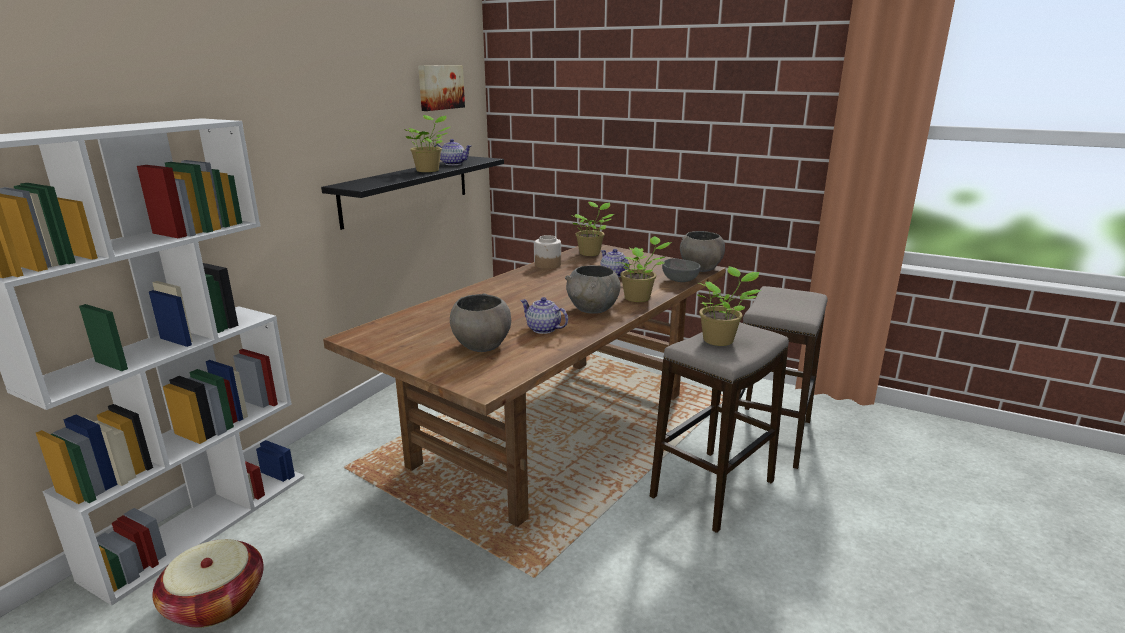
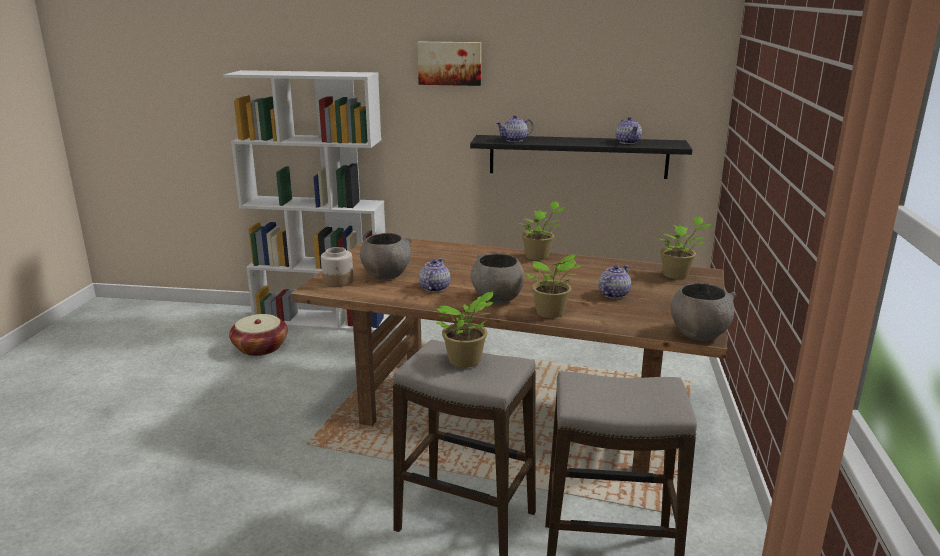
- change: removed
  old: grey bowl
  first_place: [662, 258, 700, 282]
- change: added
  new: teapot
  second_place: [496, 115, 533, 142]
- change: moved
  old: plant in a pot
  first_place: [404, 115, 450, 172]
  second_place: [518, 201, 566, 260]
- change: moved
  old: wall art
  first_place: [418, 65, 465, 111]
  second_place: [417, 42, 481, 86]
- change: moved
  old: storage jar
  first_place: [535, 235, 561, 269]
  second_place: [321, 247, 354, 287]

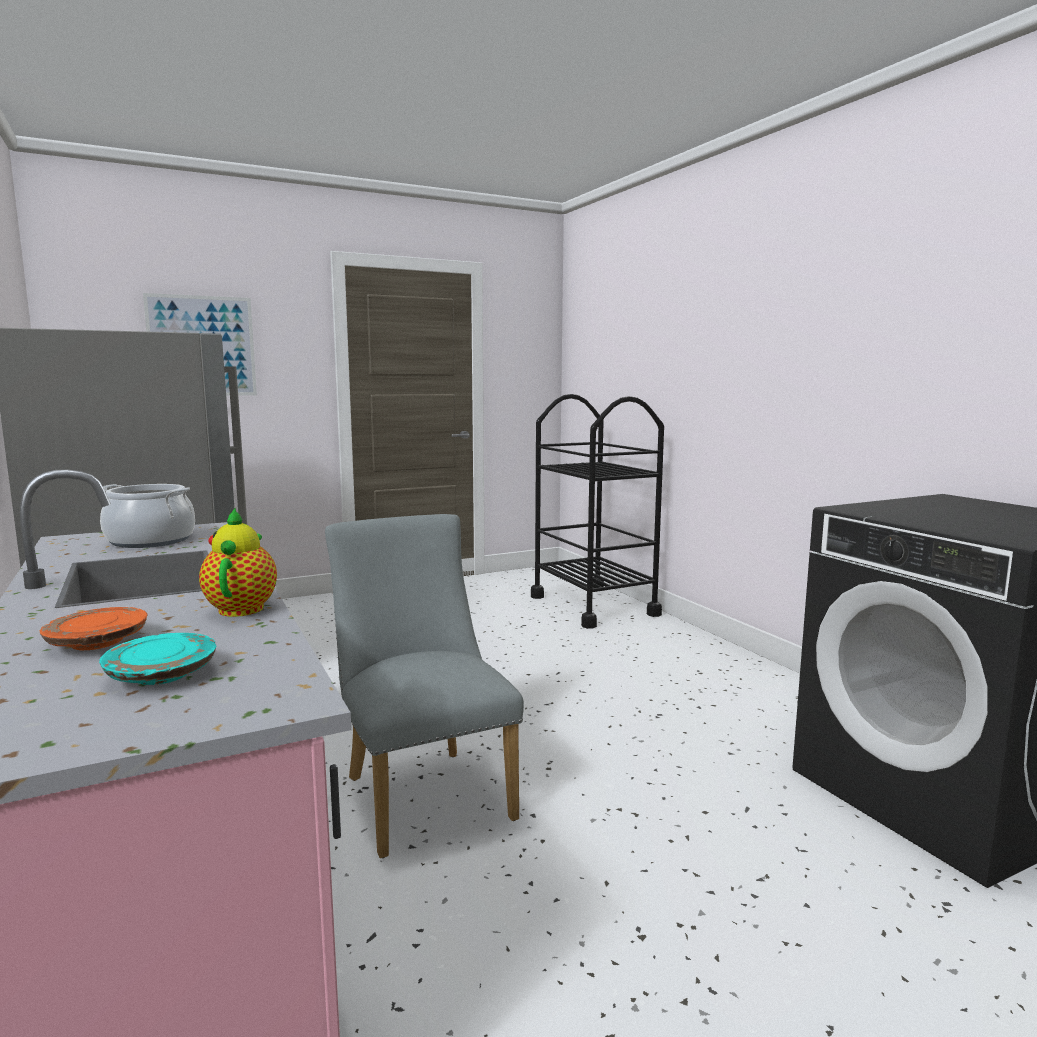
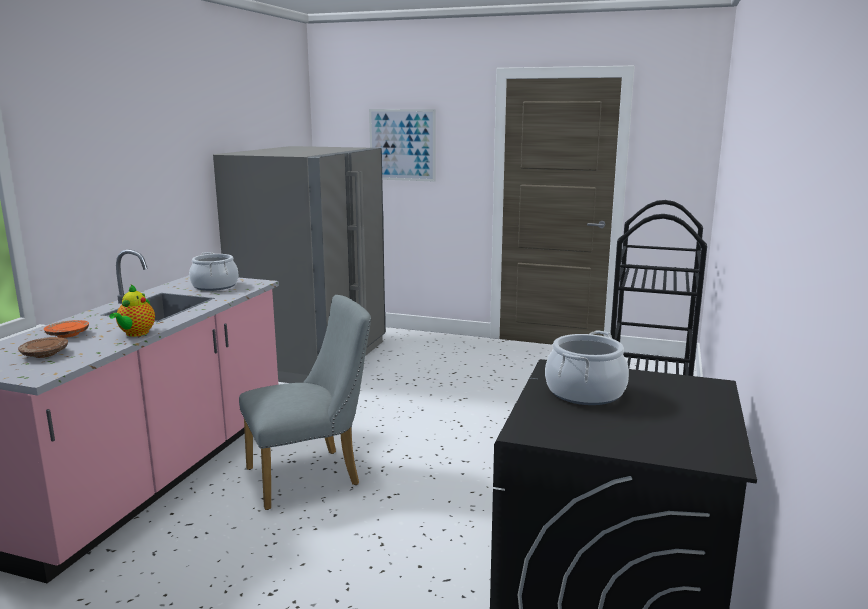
- change: added
  new: saucepot
  second_place: [545, 330, 629, 405]
- change: recoloured
  old: blue-green plate
  new: brownish plate
  first_place: [99, 633, 216, 685]
  second_place: [18, 337, 68, 358]
- change: turned
  old: teapot
  first_place: [199, 508, 277, 617]
  second_place: [109, 285, 155, 337]
  degrees: 150
- change: turned
  old: grey plain chair
  first_place: [325, 514, 524, 858]
  second_place: [239, 295, 371, 510]
  degrees: 45

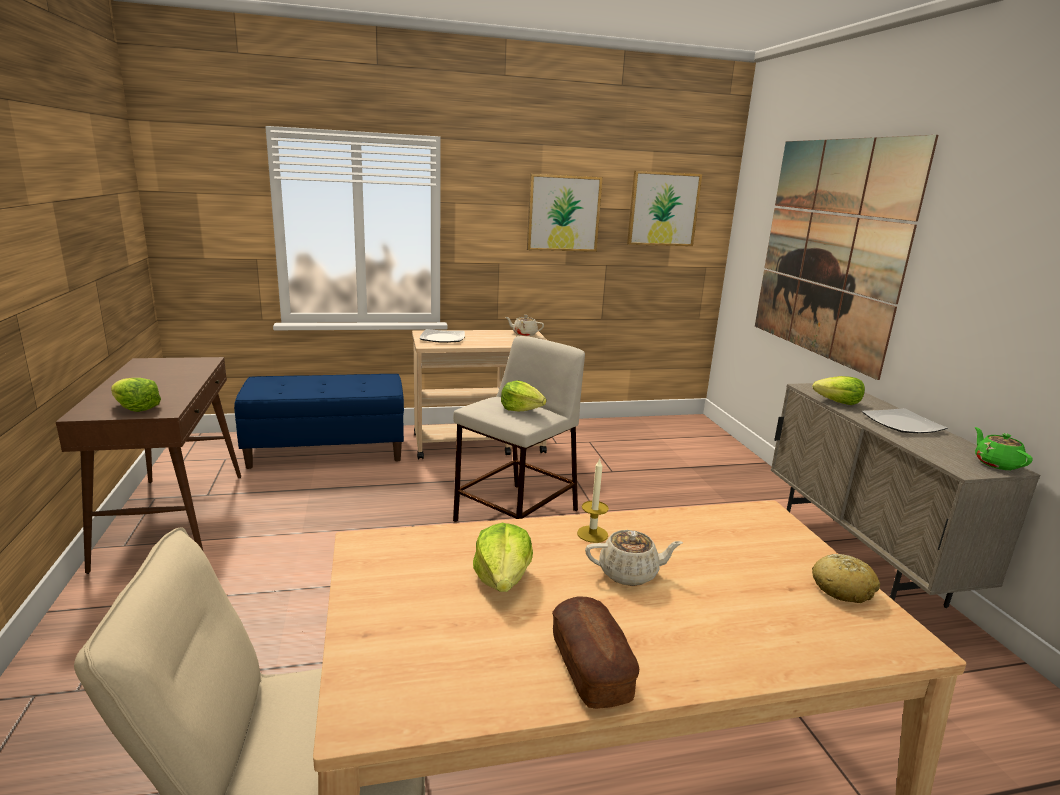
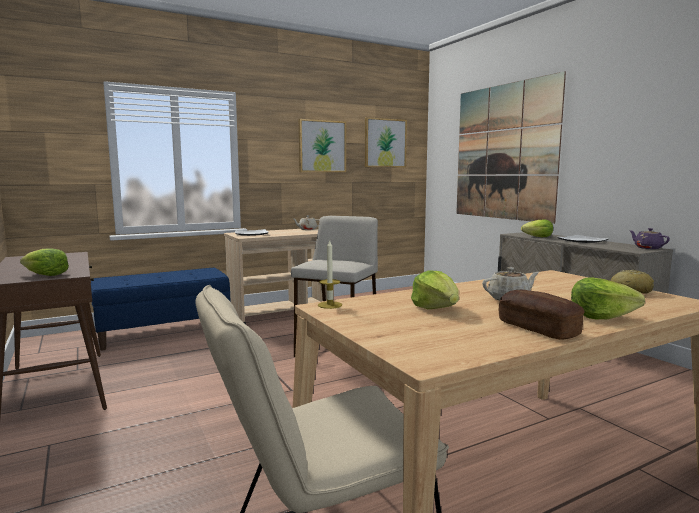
- change: moved
  old: lettuce
  first_place: [501, 380, 547, 412]
  second_place: [571, 277, 645, 320]
- change: moved
  old: wax candle
  first_place: [577, 459, 609, 543]
  second_place: [318, 239, 342, 309]
- change: recoloured
  old: green teapot
  new: purplish teapot
  first_place: [975, 427, 1032, 470]
  second_place: [629, 228, 670, 249]

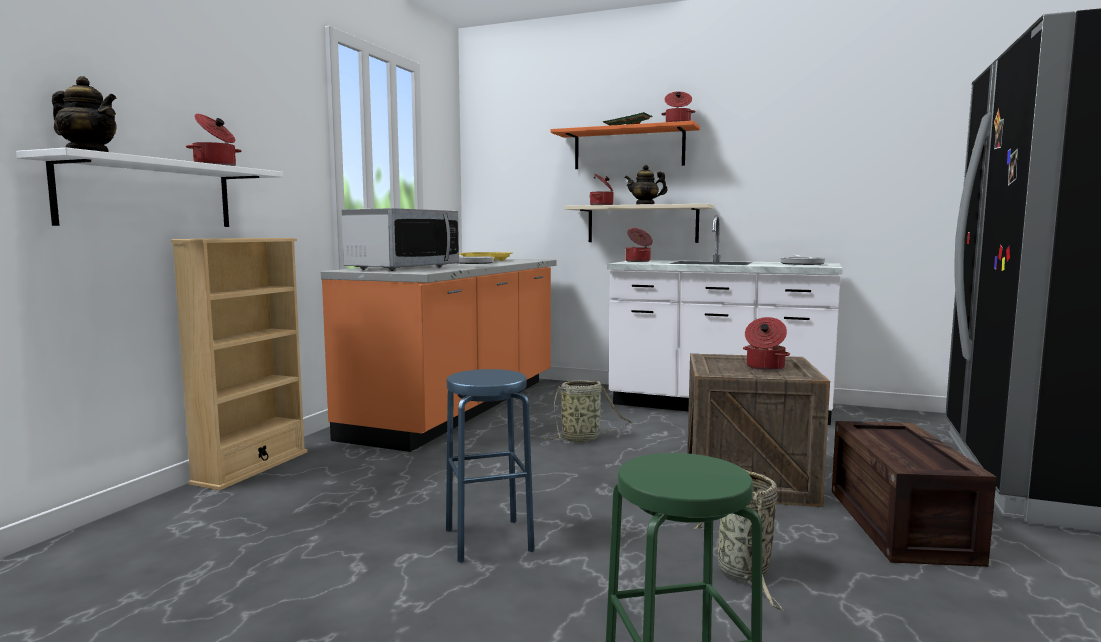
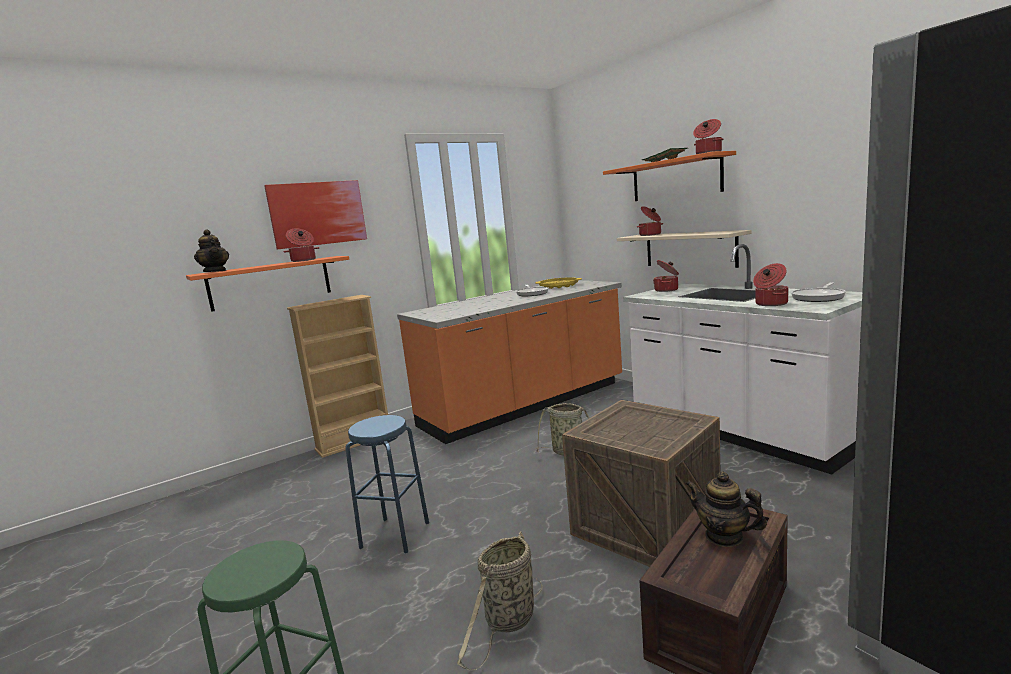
- change: removed
  old: kitchen microwave
  first_place: [341, 208, 459, 271]
- change: added
  new: wall art
  second_place: [264, 180, 367, 249]
- change: moved
  old: teapot
  first_place: [625, 165, 668, 204]
  second_place: [685, 472, 767, 547]
- change: moved
  old: saucepot
  first_place: [743, 317, 790, 370]
  second_place: [753, 263, 788, 306]
- change: recoloured
  old: white bracket shelf
  new: orange-coloured bracket shelf
  first_place: [16, 147, 283, 227]
  second_place: [186, 256, 349, 312]

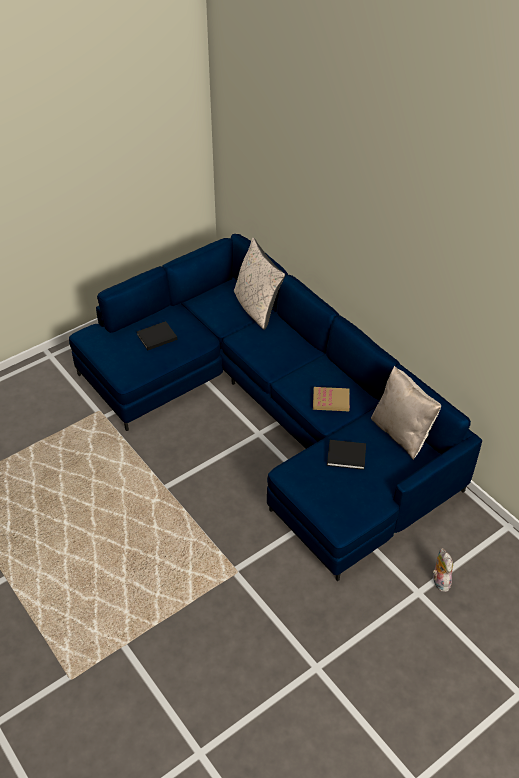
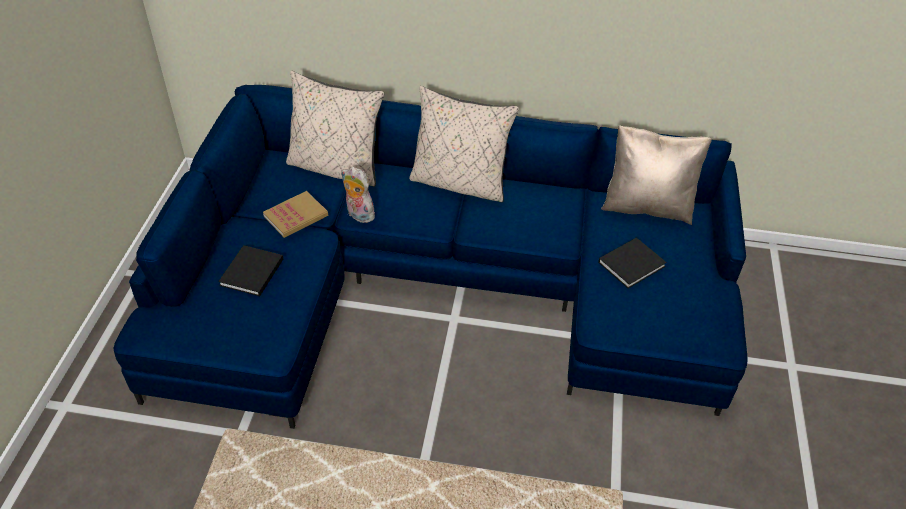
- change: added
  new: beige-coloured throw pillow
  second_place: [409, 86, 519, 202]
- change: moved
  old: book
  first_place: [313, 387, 350, 411]
  second_place: [263, 191, 328, 238]
- change: moved
  old: cuddly toy
  first_place: [433, 548, 453, 592]
  second_place: [341, 167, 376, 223]

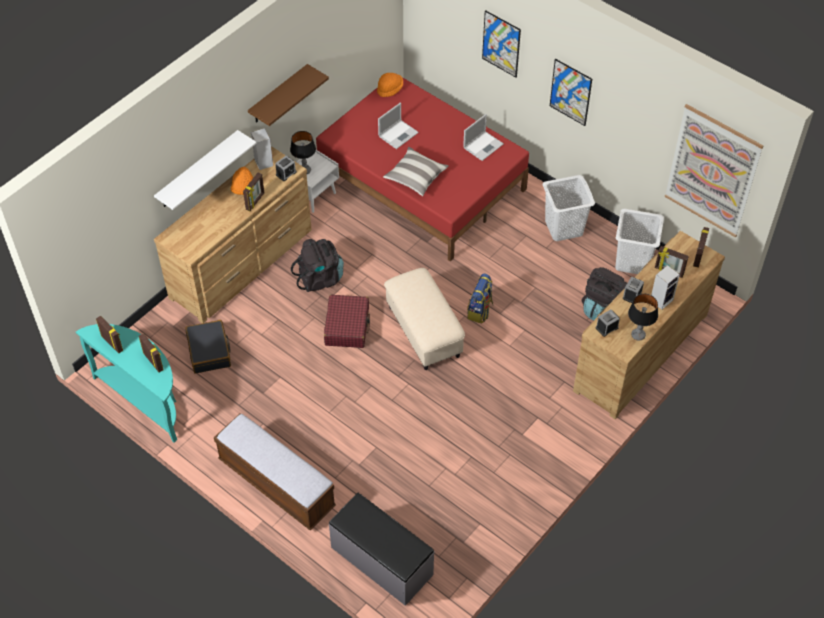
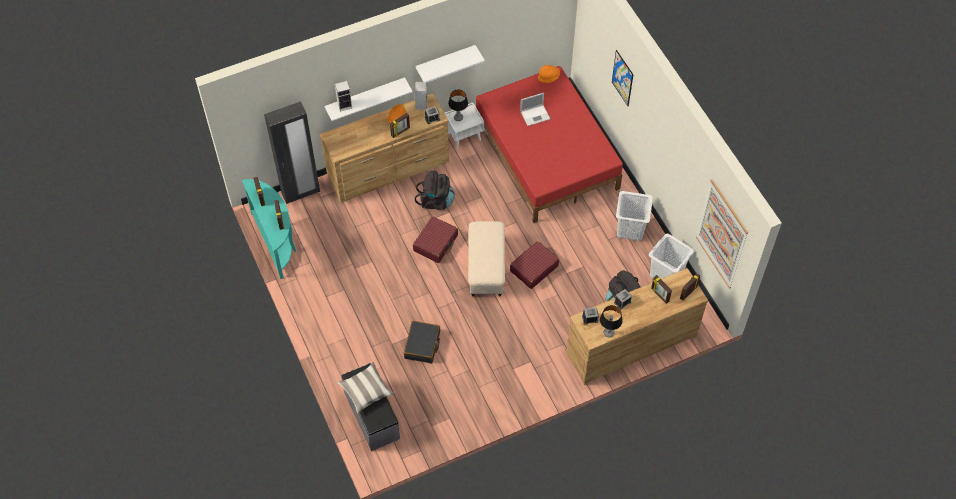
- change: removed
  old: indoor bench
  first_place: [214, 414, 336, 531]
- change: removed
  old: notebook computer
  first_place: [463, 114, 504, 161]
- change: removed
  old: wall art
  first_place: [550, 59, 592, 126]
- change: added
  new: black-coloured clothes cupboard
  second_place: [264, 101, 320, 204]
- change: moved
  old: black-coloured travel case
  first_place: [185, 320, 231, 374]
  second_place: [404, 321, 440, 364]
- change: moved
  old: throw pillow
  first_place: [383, 147, 449, 196]
  second_place: [338, 362, 394, 414]
- change: moved
  old: audio speaker
  first_place: [651, 265, 680, 310]
  second_place: [335, 81, 352, 112]
- change: replaced
  old: rucksack
  new: red travel case
  first_place: [467, 274, 493, 324]
  second_place: [510, 241, 559, 289]
- change: recoloured
  old: brownish bracket shelf
  new: white bracket shelf
  first_place: [248, 64, 329, 126]
  second_place: [415, 45, 485, 83]

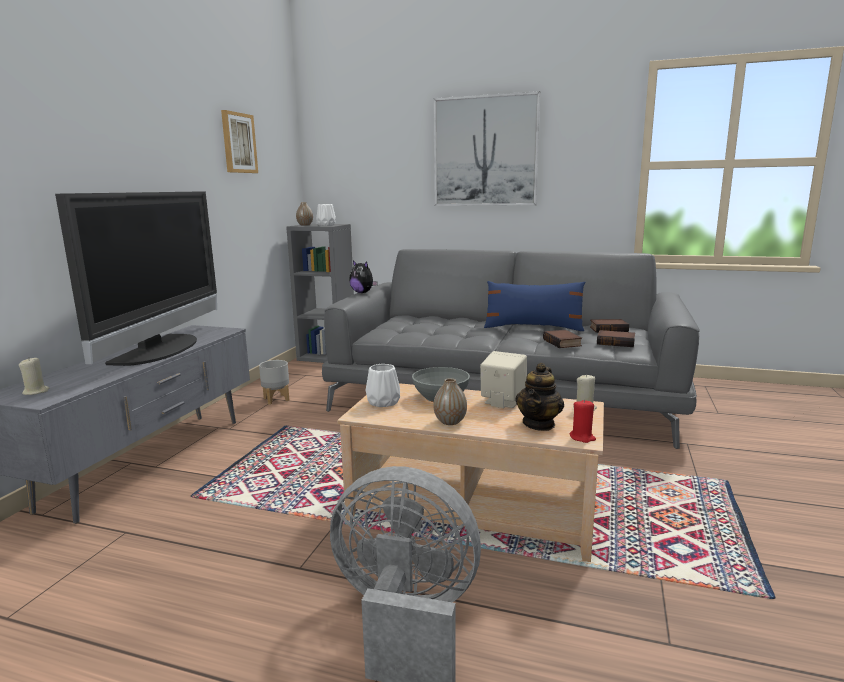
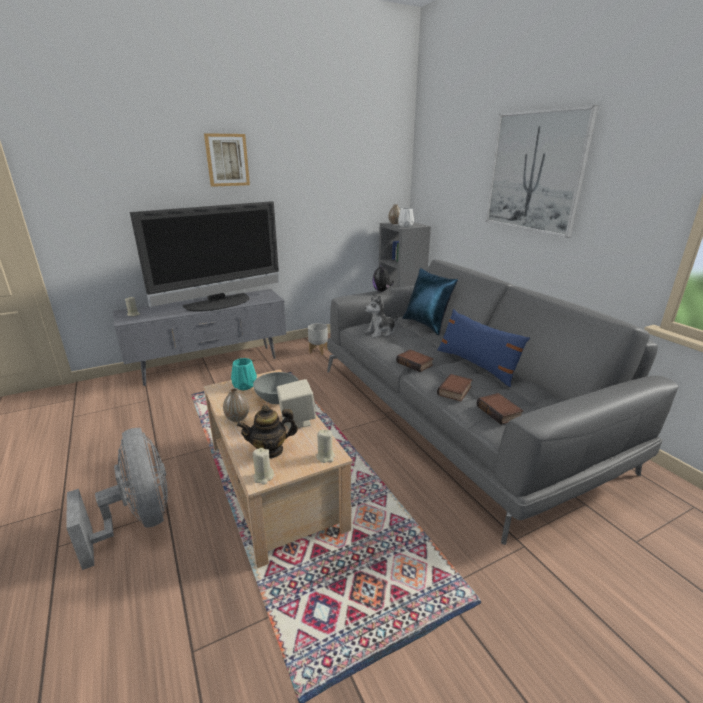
- change: added
  new: cuddly toy
  second_place: [365, 296, 399, 338]
- change: added
  new: bluish throw pillow
  second_place: [403, 268, 458, 335]
- change: moved
  old: wall art
  first_place: [221, 110, 258, 173]
  second_place: [204, 133, 250, 187]
- change: moved
  old: book
  first_place: [590, 319, 629, 333]
  second_place: [396, 350, 434, 372]
- change: recoloured
  old: white flower vase
  new: blue-green flower vase
  first_place: [366, 364, 400, 407]
  second_place: [231, 358, 257, 390]
- change: recoloured
  old: red wax candle
  new: beige-coloured wax candle
  first_place: [570, 399, 596, 443]
  second_place: [252, 448, 274, 485]

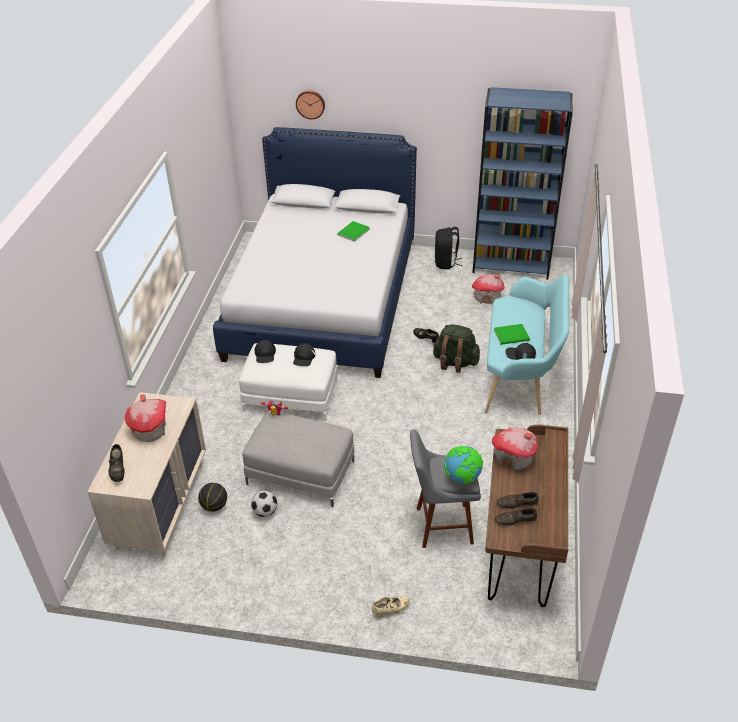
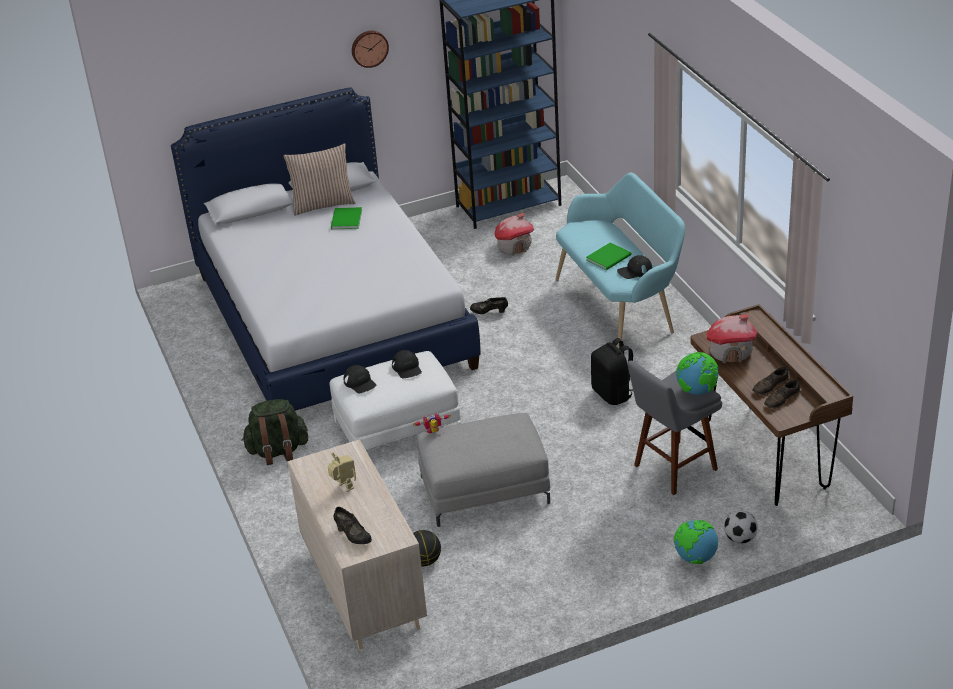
- change: added
  new: throw pillow
  second_place: [283, 143, 355, 216]
- change: moved
  old: football ball
  first_place: [251, 491, 277, 517]
  second_place: [724, 511, 758, 544]
- change: moved
  old: hanging clock
  first_place: [296, 90, 325, 119]
  second_place: [352, 31, 389, 68]
- change: moved
  old: green rucksack
  first_place: [432, 324, 480, 373]
  second_place: [242, 399, 308, 465]
- change: moved
  old: black-coloured rucksack
  first_place: [435, 227, 462, 269]
  second_place: [591, 338, 633, 405]
- change: replaced
  old: toy house
  new: robot figure
  first_place: [125, 395, 166, 442]
  second_place: [328, 452, 356, 492]
- change: replaced
  old: beige-coloured item of footwear
  new: globe
  first_place: [372, 596, 410, 618]
  second_place: [674, 520, 718, 564]

